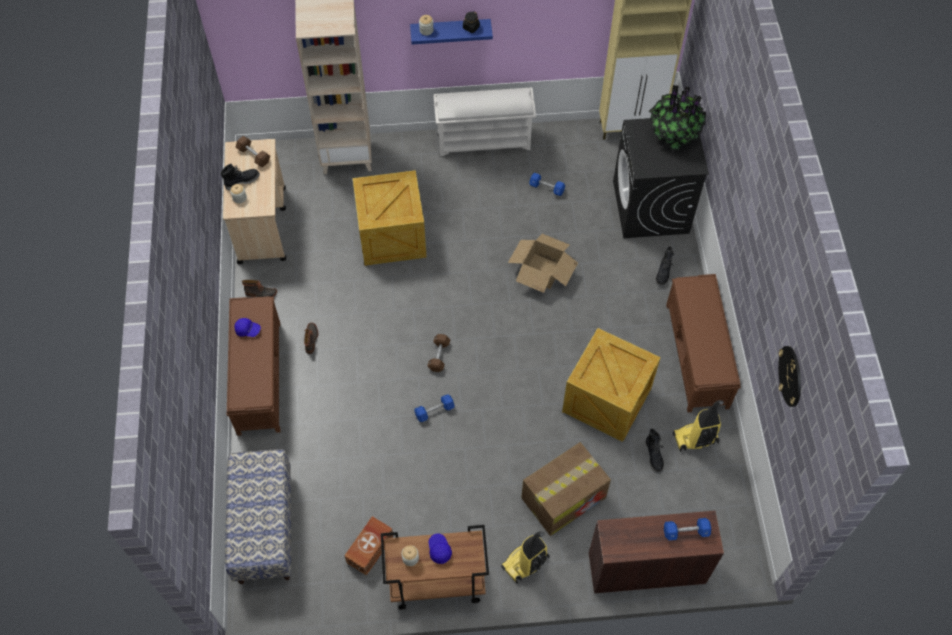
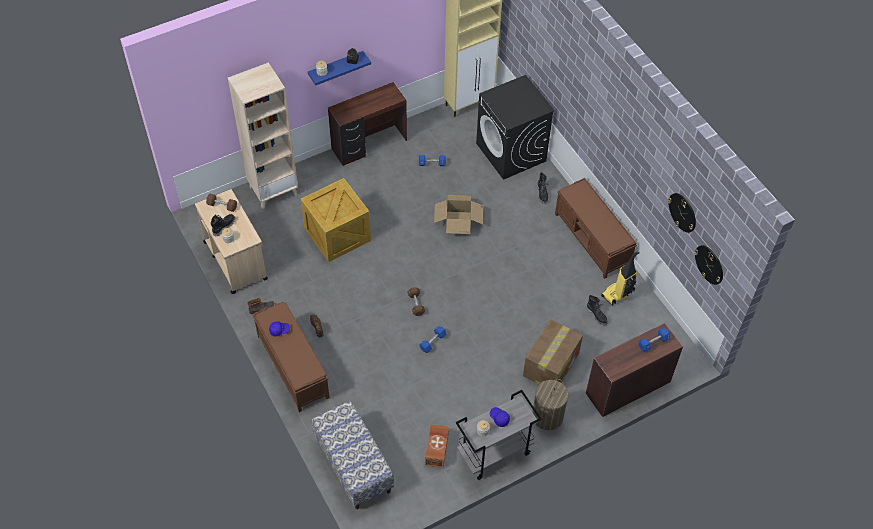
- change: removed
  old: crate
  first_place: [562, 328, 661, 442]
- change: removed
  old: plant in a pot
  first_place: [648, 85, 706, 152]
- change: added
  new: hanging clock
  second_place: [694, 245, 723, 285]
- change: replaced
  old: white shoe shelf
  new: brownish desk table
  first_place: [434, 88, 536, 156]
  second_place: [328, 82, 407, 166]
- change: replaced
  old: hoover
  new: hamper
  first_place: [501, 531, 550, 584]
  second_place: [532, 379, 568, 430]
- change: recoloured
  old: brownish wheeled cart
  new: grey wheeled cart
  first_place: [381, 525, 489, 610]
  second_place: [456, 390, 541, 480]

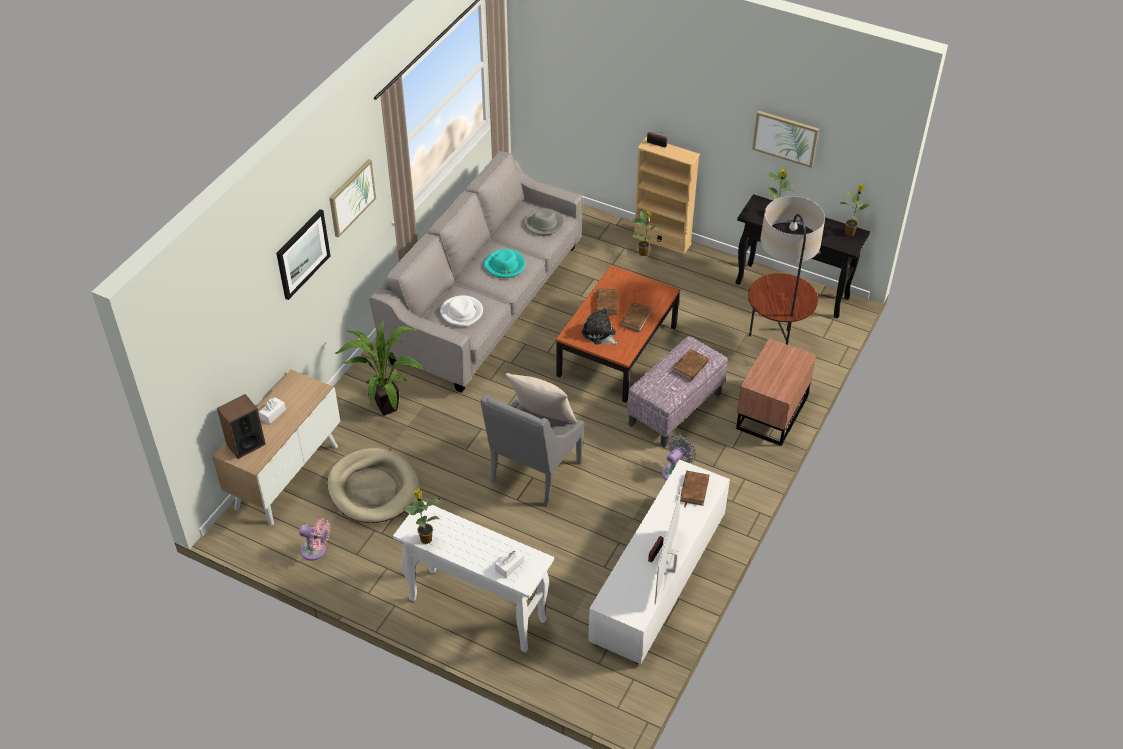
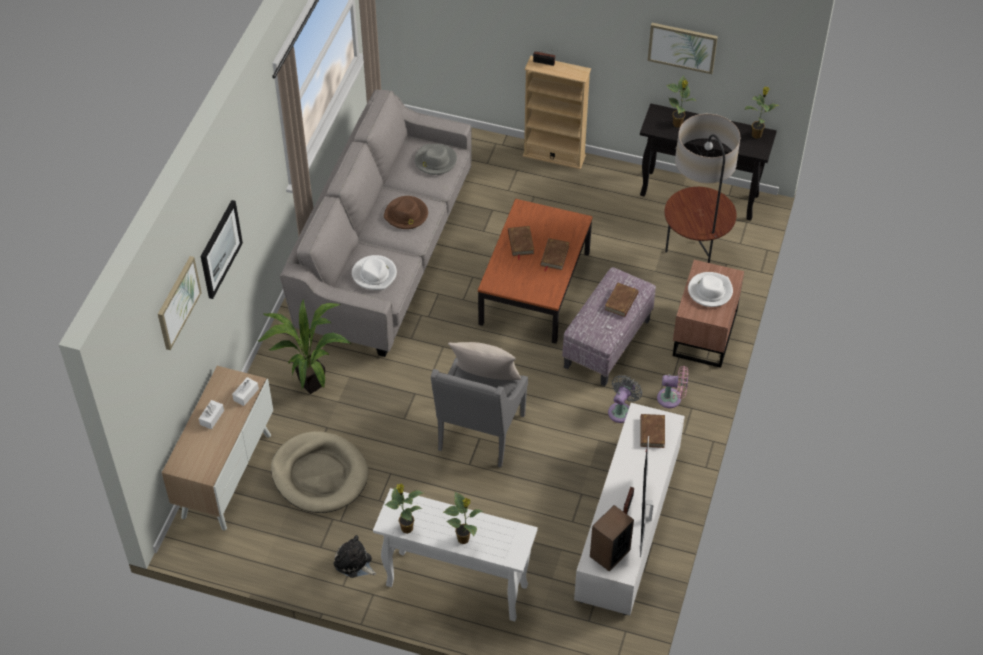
- change: added
  new: white hat
  second_place: [688, 272, 733, 307]
- change: moved
  old: audio speaker
  first_place: [217, 394, 266, 459]
  second_place: [590, 505, 634, 571]
- change: moved
  old: pink electric fan
  first_place: [299, 518, 330, 561]
  second_place: [657, 366, 688, 408]
- change: moved
  old: wall art
  first_place: [329, 159, 376, 238]
  second_place: [158, 256, 202, 350]
- change: moved
  old: white tissue box
  first_place: [495, 547, 524, 578]
  second_place: [232, 377, 259, 406]
- change: moved
  old: cuddly toy
  first_place: [582, 308, 618, 345]
  second_place: [333, 535, 376, 578]
- change: moved
  old: plant in a pot
  first_place: [630, 209, 660, 256]
  second_place: [443, 492, 483, 544]
- change: recoloured
  old: blue-green hat
  new: brownish hat
  first_place: [483, 249, 526, 278]
  second_place: [384, 196, 428, 229]

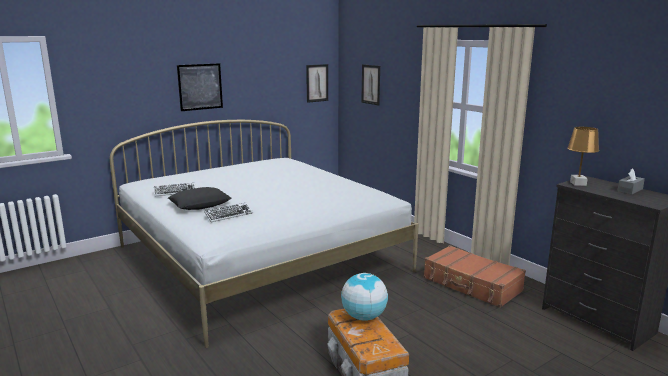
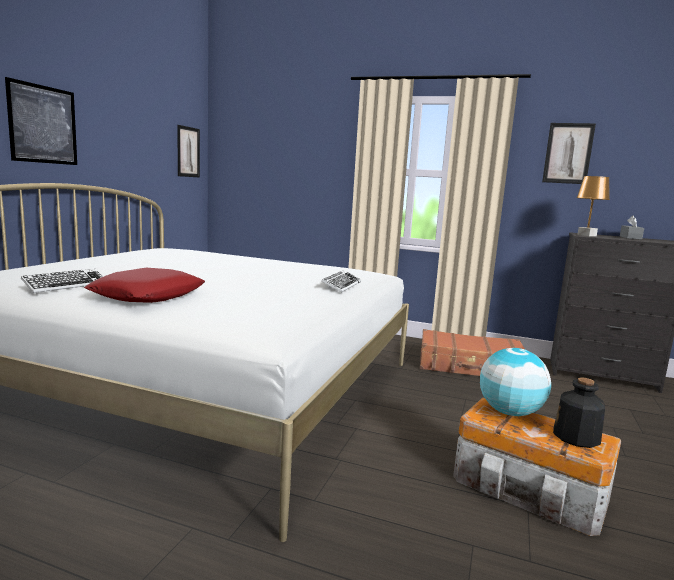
- change: added
  new: beverage bottle
  second_place: [553, 377, 605, 448]
- change: moved
  old: PC keyboard
  first_place: [204, 203, 253, 222]
  second_place: [322, 270, 361, 292]
- change: moved
  old: wall art
  first_place: [361, 64, 380, 106]
  second_place: [542, 123, 596, 184]
- change: recoloured
  old: black-coloured throw pillow
  new: red throw pillow
  first_place: [168, 187, 231, 210]
  second_place: [84, 268, 205, 303]

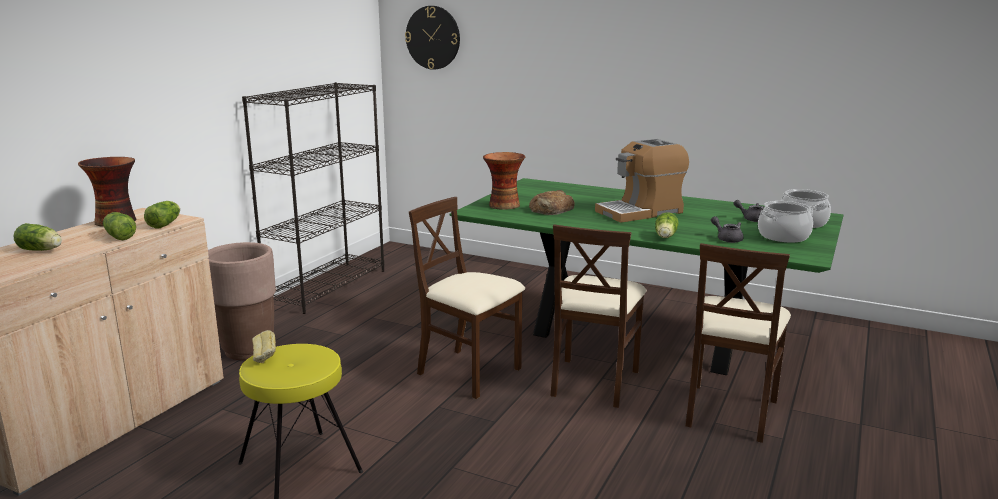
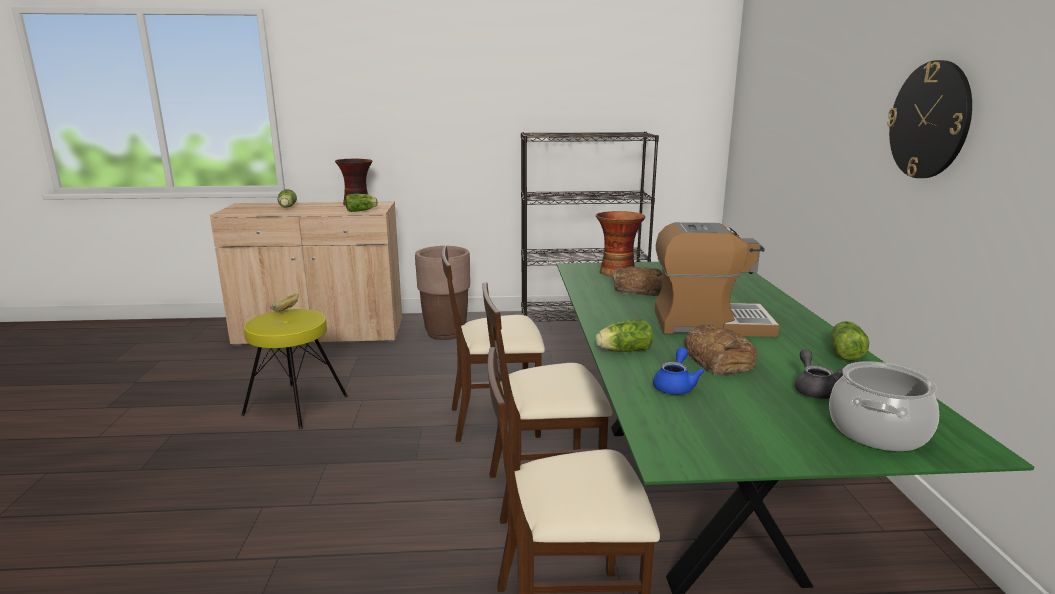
- change: removed
  old: saucepot
  first_place: [758, 201, 813, 243]
- change: added
  new: bakery bread
  second_place: [684, 325, 757, 375]
- change: moved
  old: lettuce
  first_place: [103, 212, 136, 240]
  second_place: [831, 321, 869, 361]
- change: moved
  old: hanging clock
  first_place: [405, 6, 460, 70]
  second_place: [887, 60, 972, 178]
- change: recoloured
  old: grey teapot
  new: bluish teapot
  first_place: [711, 216, 744, 243]
  second_place: [653, 347, 704, 395]
- change: turned
  old: beige-coloured plain chair
  first_place: [409, 197, 525, 399]
  second_place: [441, 246, 545, 442]
  degrees: -105
- change: turned
  old: coffee brewer
  first_place: [595, 139, 689, 223]
  second_place: [655, 222, 780, 337]
  degrees: 150

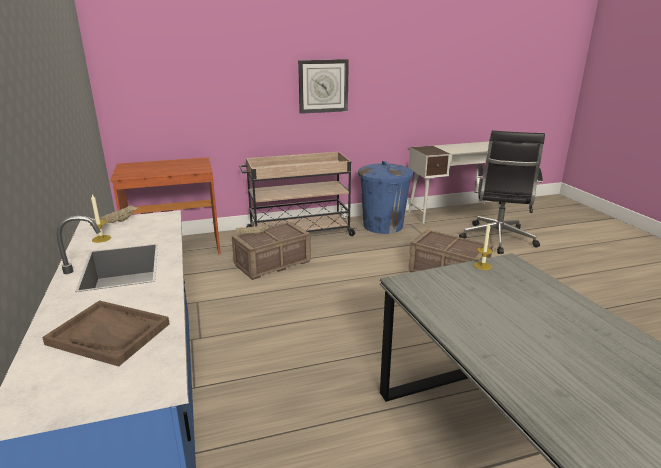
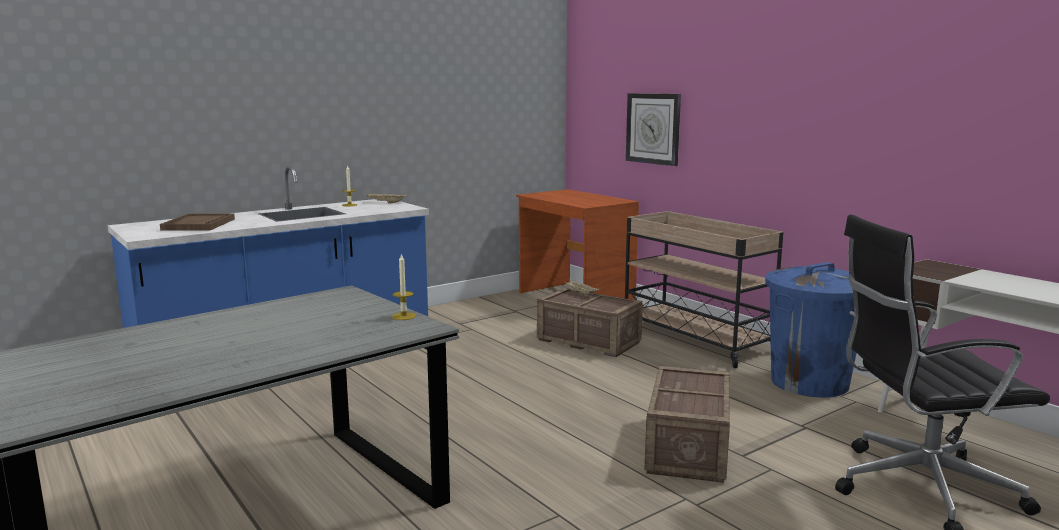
- change: moved
  old: hanging clock
  first_place: [298, 59, 349, 114]
  second_place: [626, 93, 681, 166]

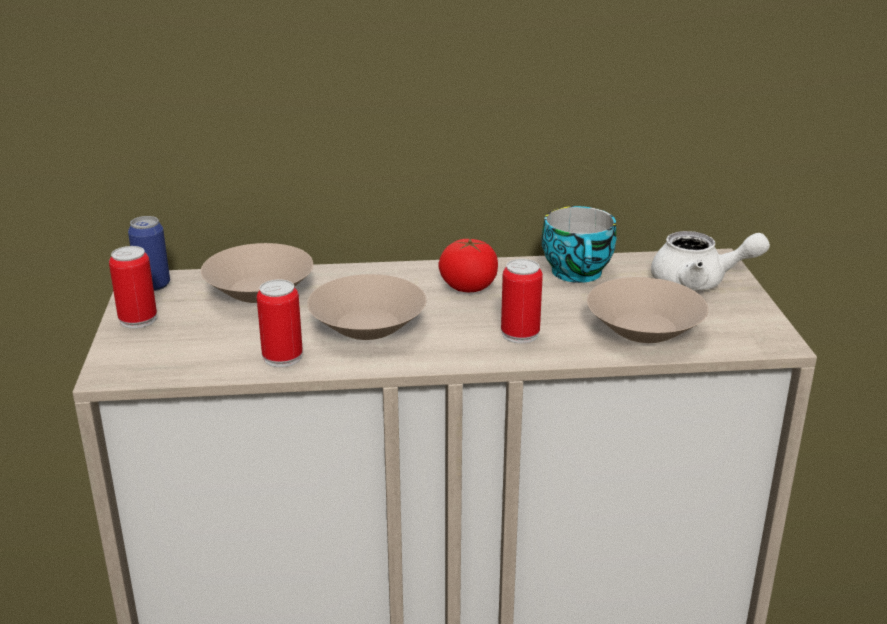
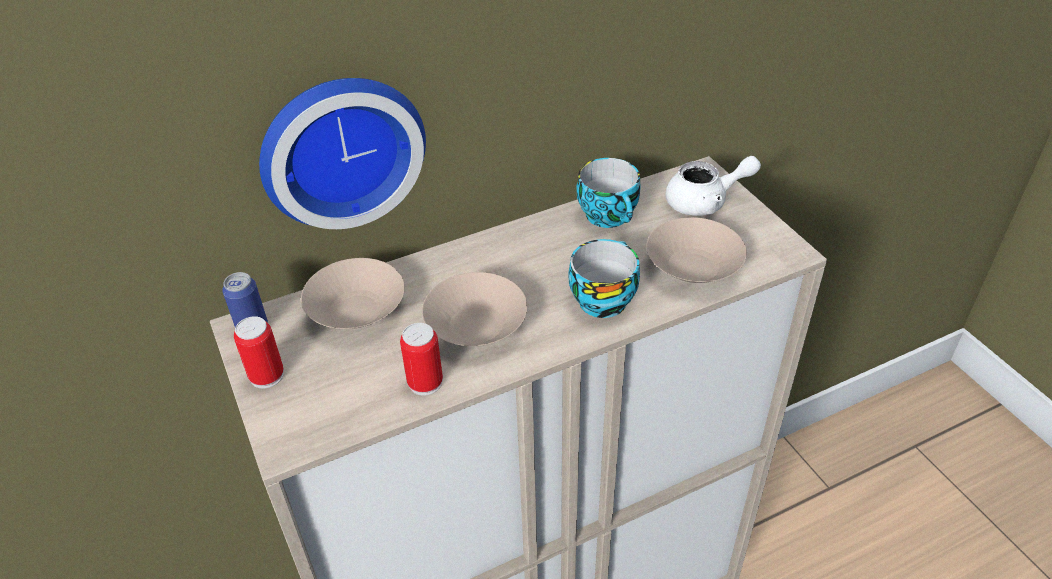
- change: removed
  old: fresh tomato
  first_place: [438, 239, 498, 292]
- change: added
  new: hanging clock
  second_place: [259, 78, 426, 229]
- change: replaced
  old: metal can
  new: small cup
  first_place: [501, 259, 543, 343]
  second_place: [568, 239, 640, 318]

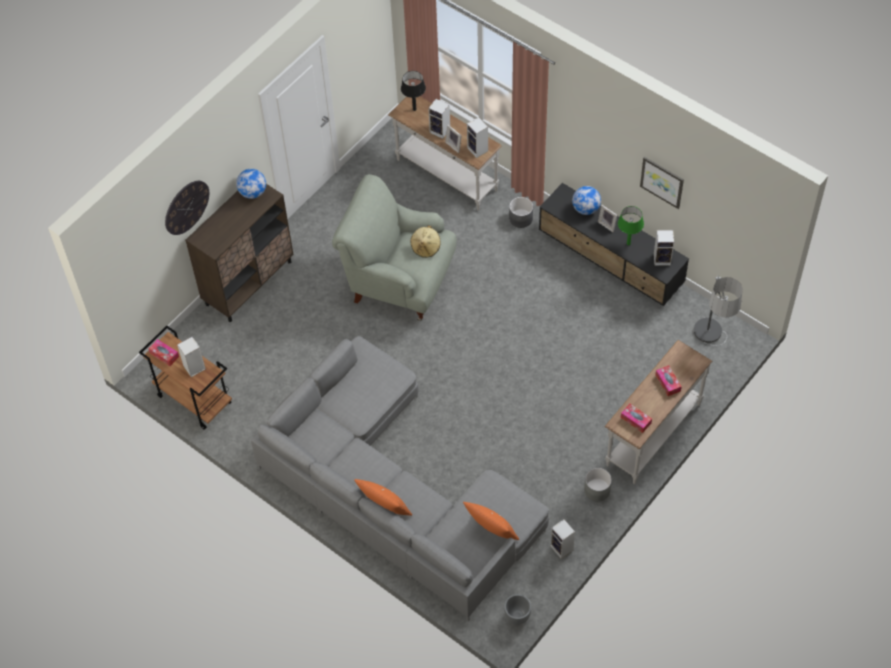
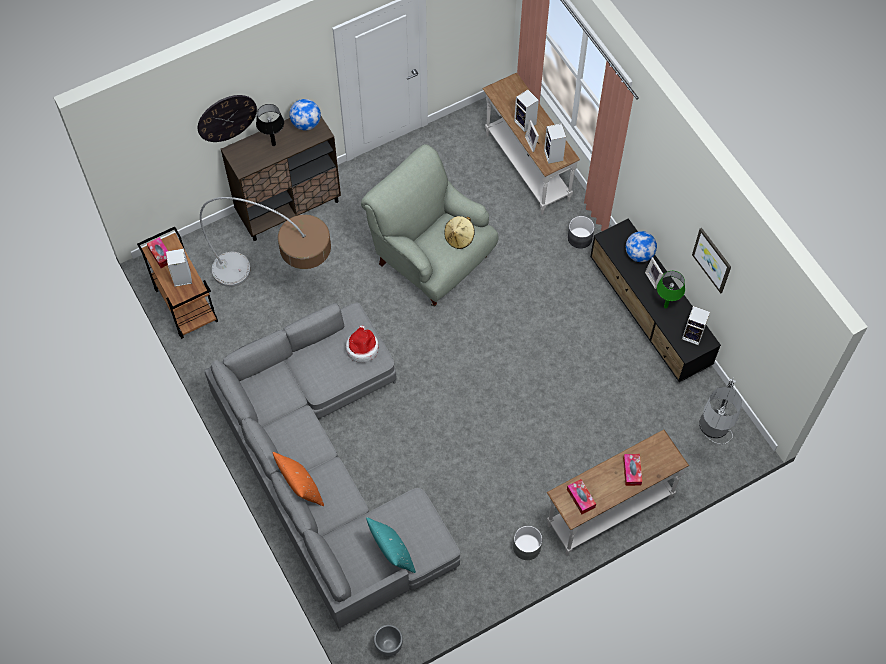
- change: removed
  old: audio speaker
  first_place: [550, 519, 575, 559]
- change: added
  new: standing lamp
  second_place: [200, 197, 331, 287]
- change: added
  new: hat
  second_place: [346, 325, 379, 363]
- change: moved
  old: black-coloured tabletop lamp
  first_place: [401, 71, 426, 111]
  second_place: [256, 104, 284, 146]
- change: recoloured
  old: orange-coloured throw pillow
  new: blue-green throw pillow
  first_place: [463, 502, 519, 540]
  second_place: [366, 517, 416, 573]

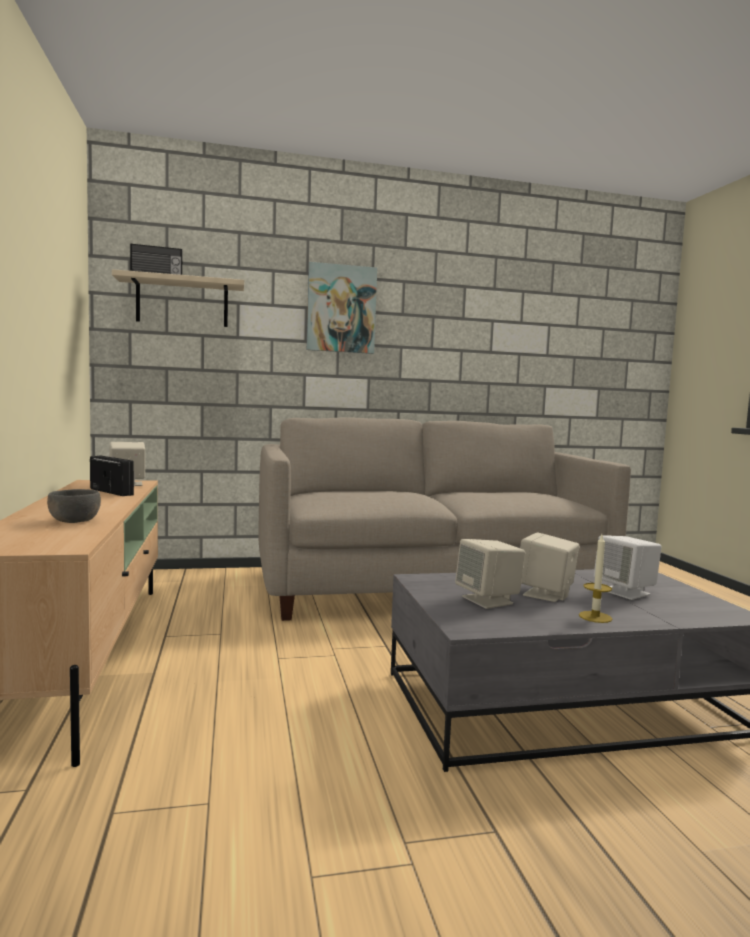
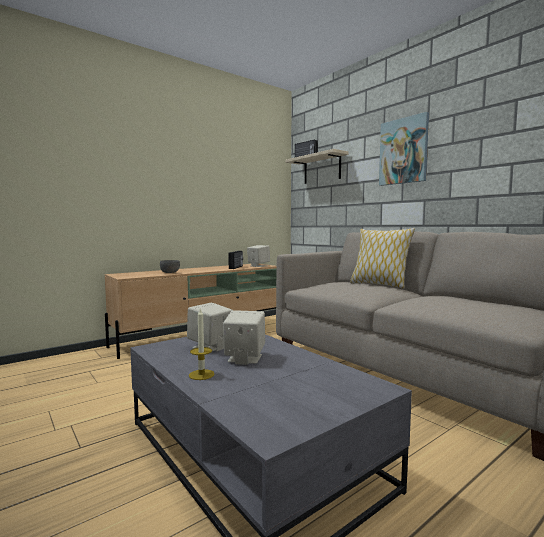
- change: removed
  old: white audio speaker
  first_place: [594, 535, 662, 600]
- change: added
  new: throw pillow
  second_place: [350, 228, 415, 289]

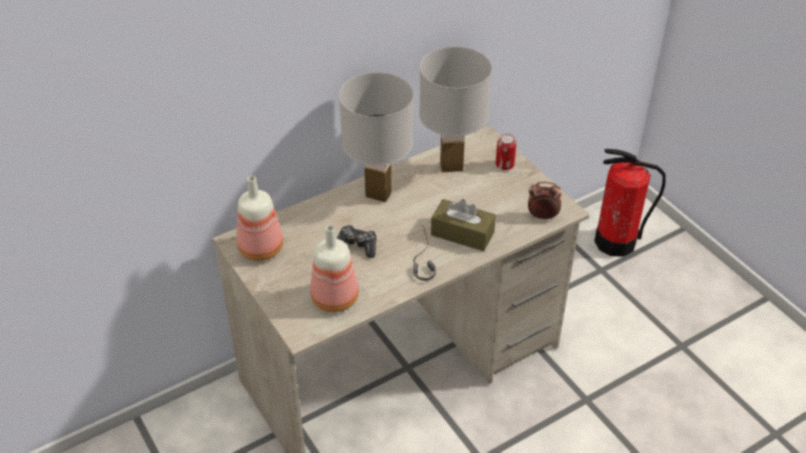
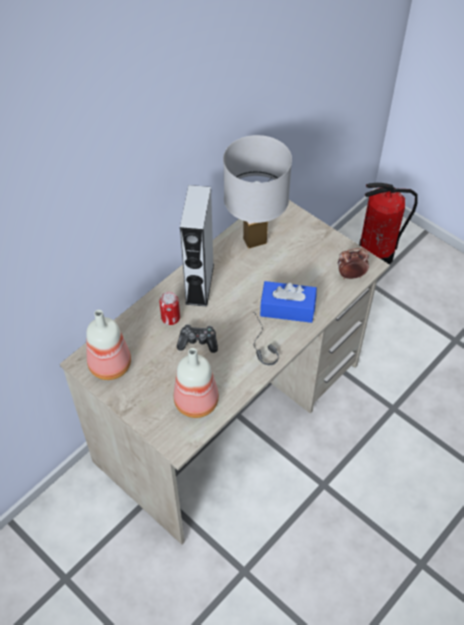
- change: moved
  old: metal can
  first_place: [496, 134, 517, 170]
  second_place: [160, 292, 180, 325]
- change: replaced
  old: white tabletop lamp
  new: grey audio speaker
  first_place: [339, 72, 414, 202]
  second_place: [180, 185, 214, 307]
- change: recoloured
  old: brownish tissue box
  new: bluish tissue box
  first_place: [431, 199, 496, 251]
  second_place: [260, 281, 317, 323]

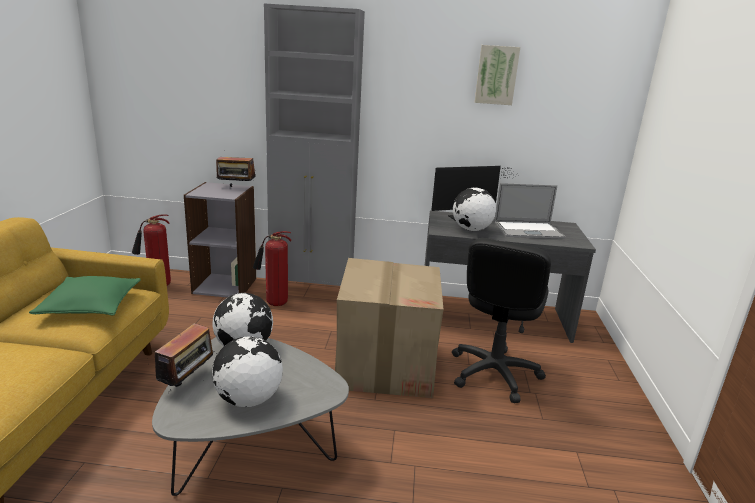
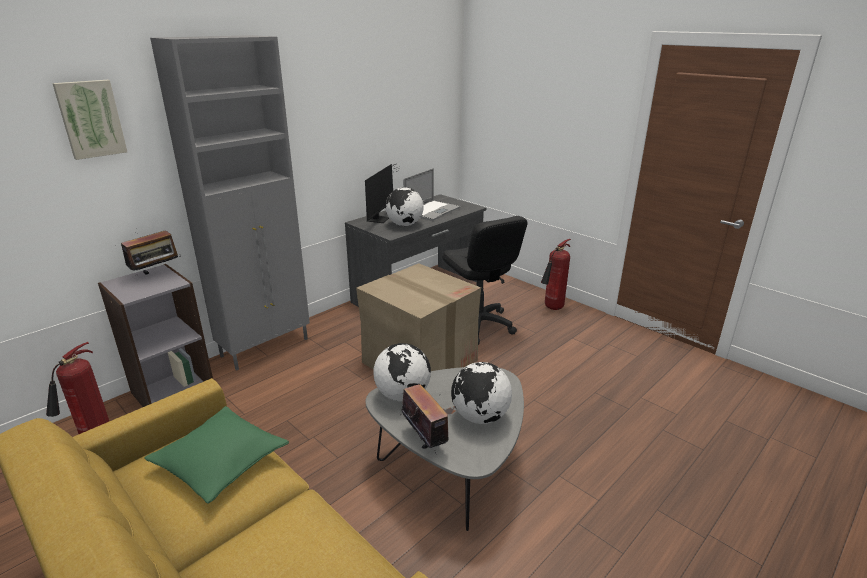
- change: moved
  old: fire extinguisher
  first_place: [253, 231, 291, 306]
  second_place: [541, 239, 571, 310]
- change: moved
  old: wall art
  first_place: [475, 45, 520, 105]
  second_place: [52, 80, 127, 160]

